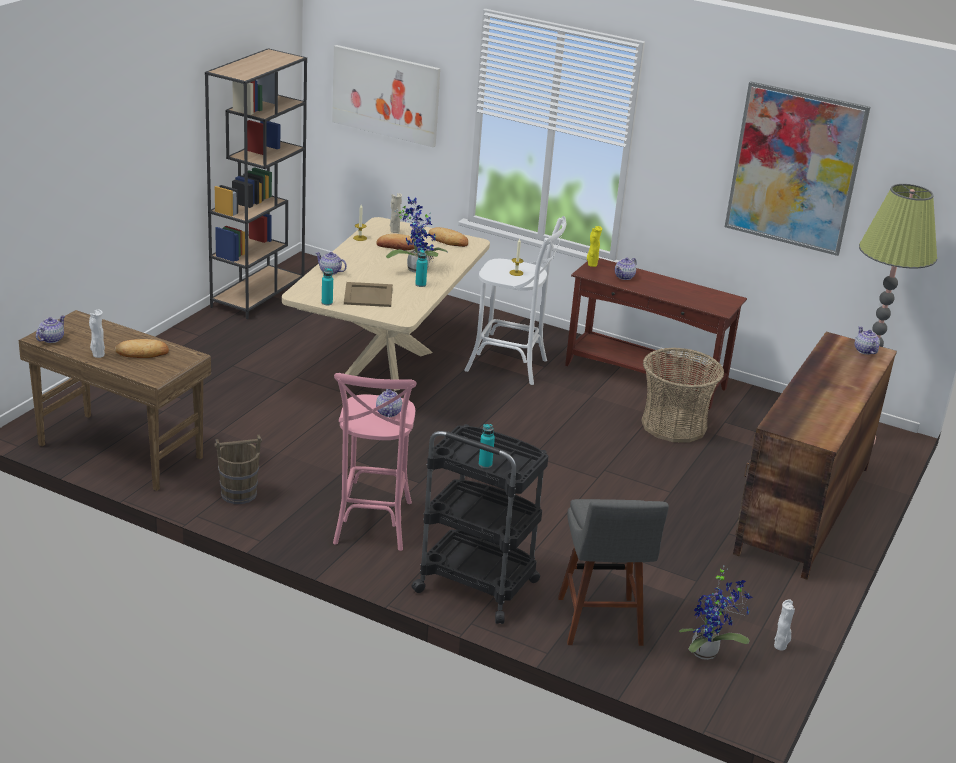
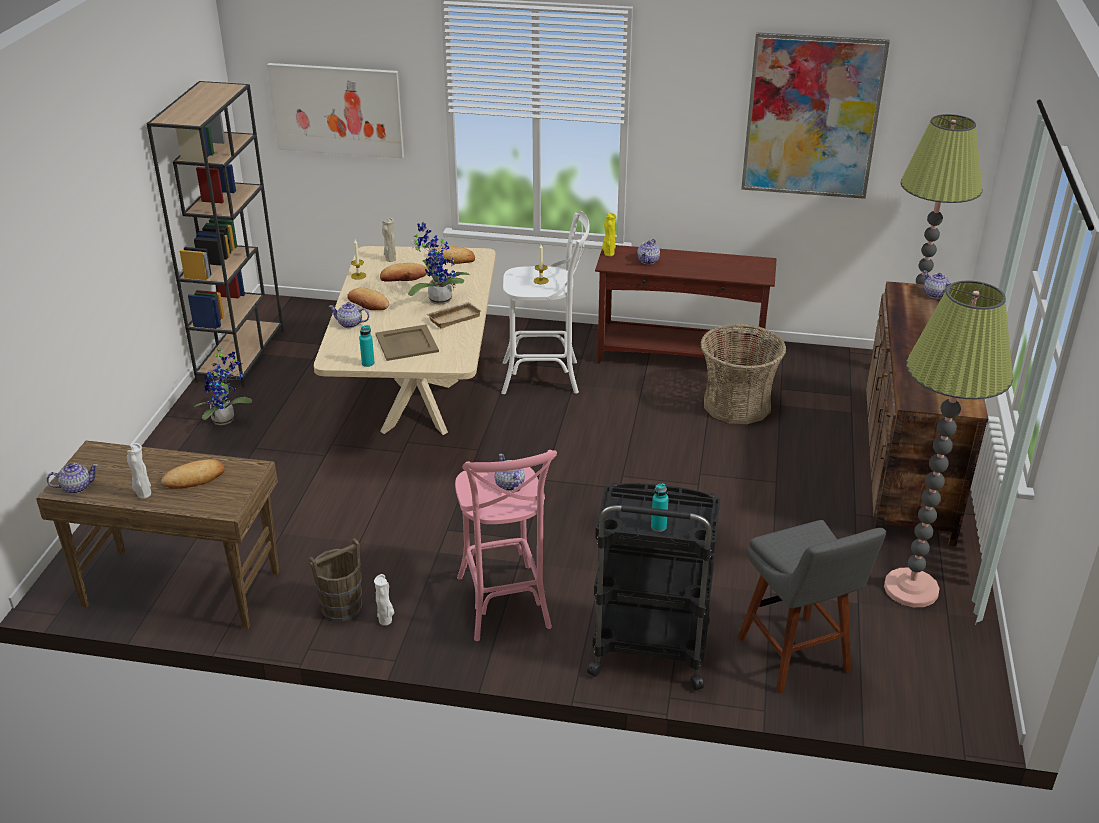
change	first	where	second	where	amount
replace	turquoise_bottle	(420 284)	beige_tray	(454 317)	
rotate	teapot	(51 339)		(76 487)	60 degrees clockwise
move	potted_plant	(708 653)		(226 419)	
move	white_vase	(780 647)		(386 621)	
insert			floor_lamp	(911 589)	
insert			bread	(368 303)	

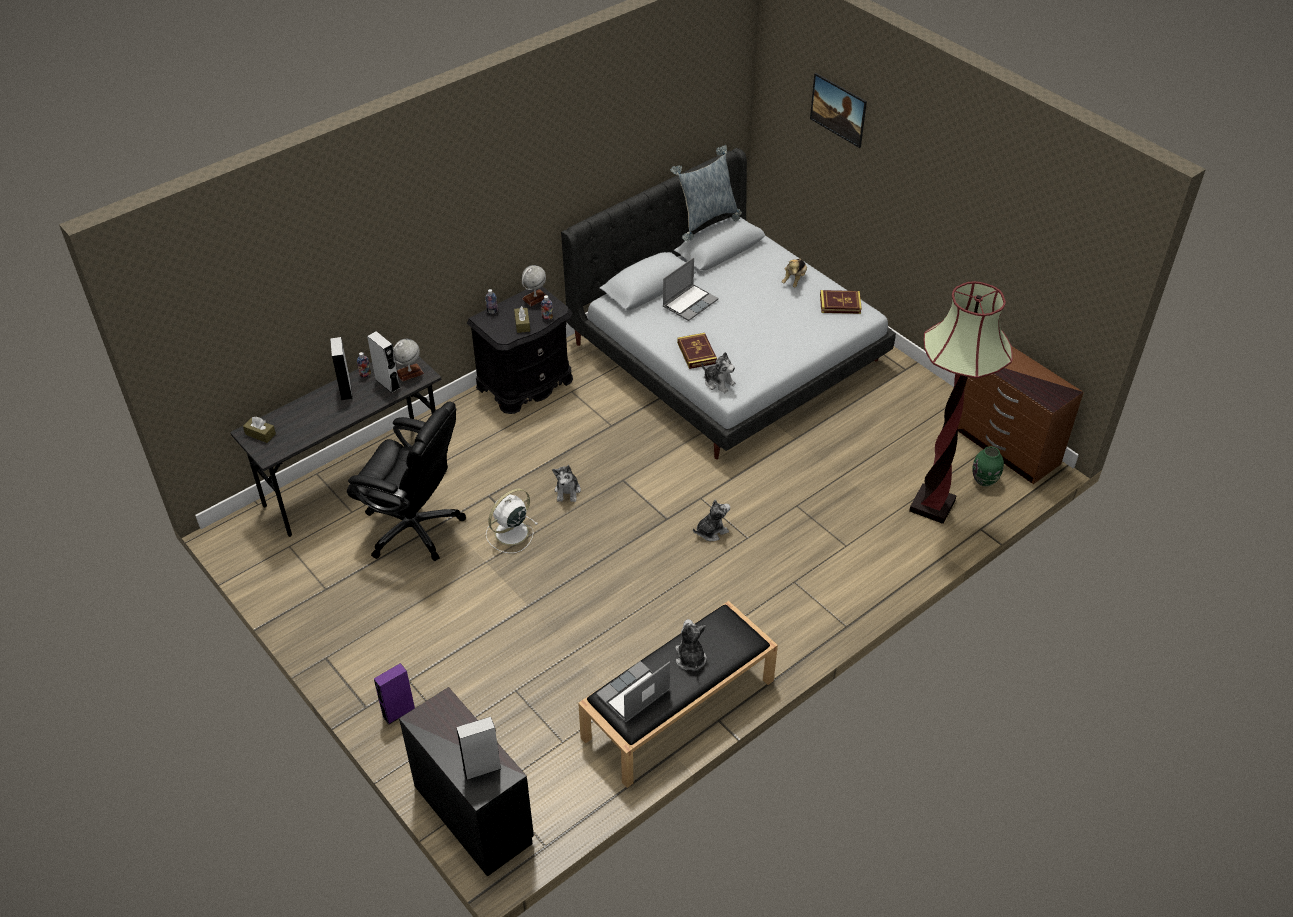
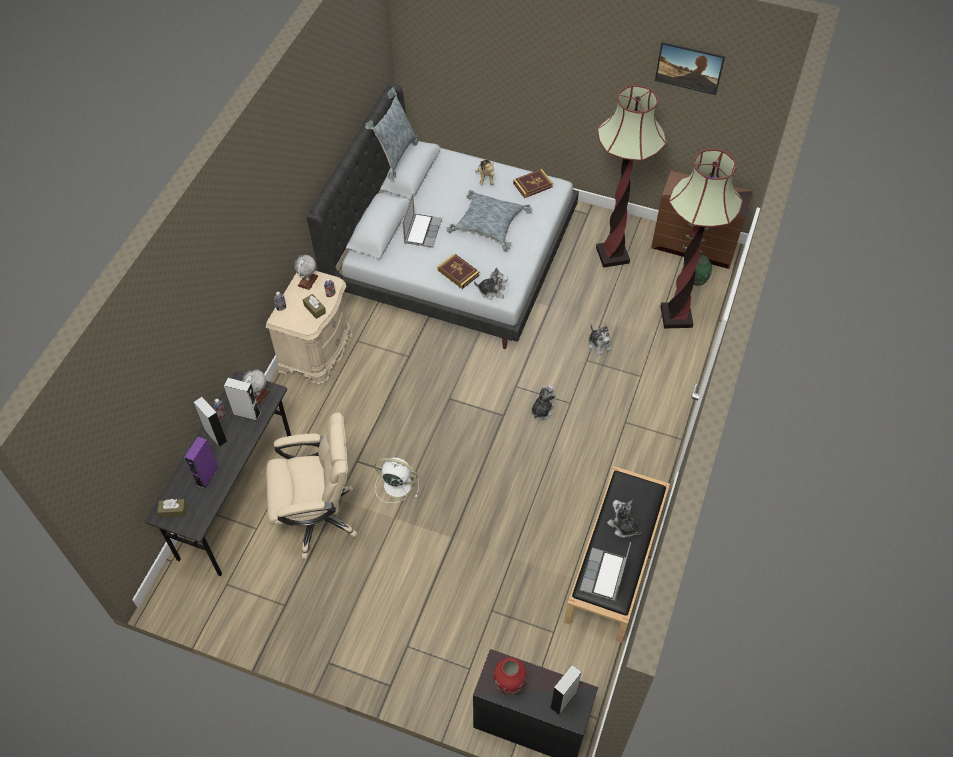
change	first	where	second	where	amount
move	picture	(837 121)		(687 77)	
recolor	black_nightstand	(528 384)	beige_nightstand	(318 350)	
recolor	black_office_chair	(413 527)	beige_office_chair	(316 517)	
move	plush_toy	(567 491)		(599 344)	
rotate	white_fan	(510 533)		(396 485)	90 degrees clockwise
move	purple_speaker	(398 712)		(207 476)	
insert			floor_lamp	(612 255)	
insert			pillow	(489 223)	
insert			red_vase	(509 683)	

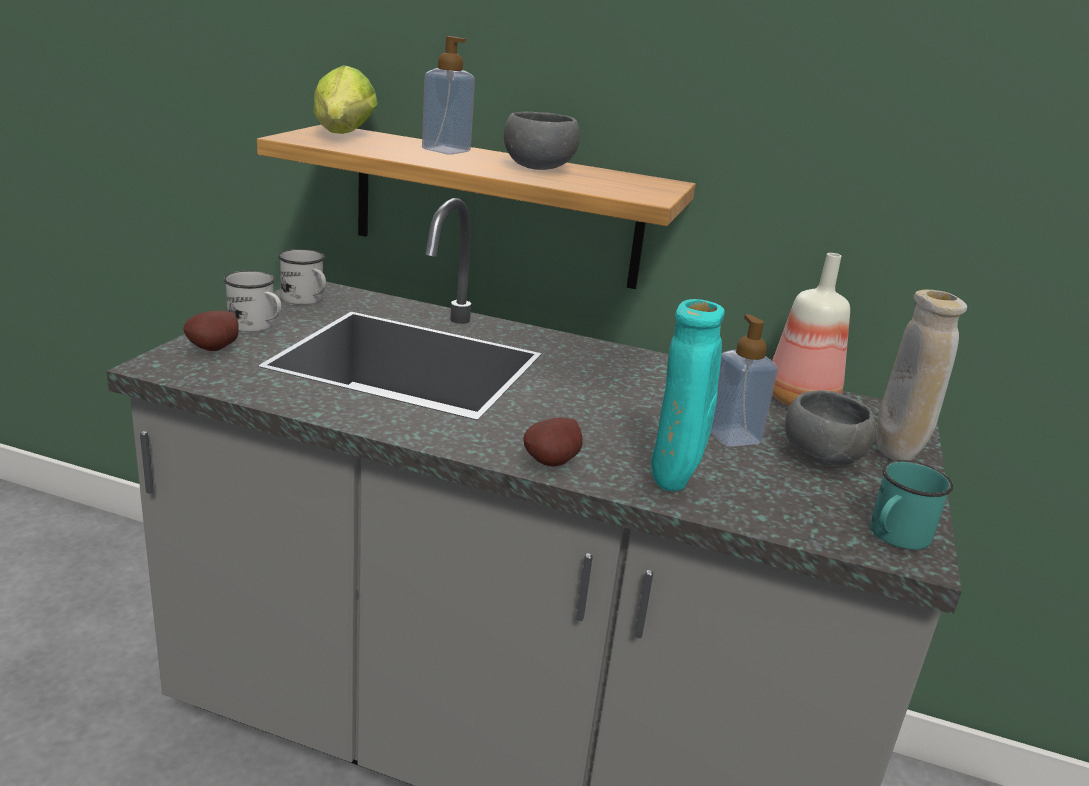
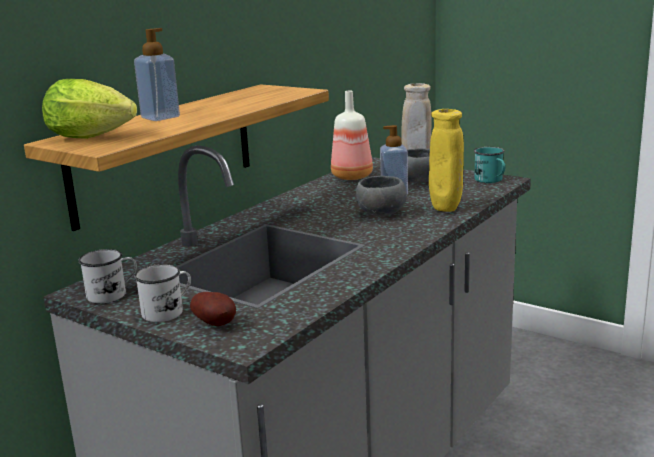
change	first	where	second	where	amount
move	grey_bowl	(539 167)		(380 213)	
recolor	turquoise_vase	(673 484)	yellow_vase	(446 209)	
delete	potato	(554 463)			

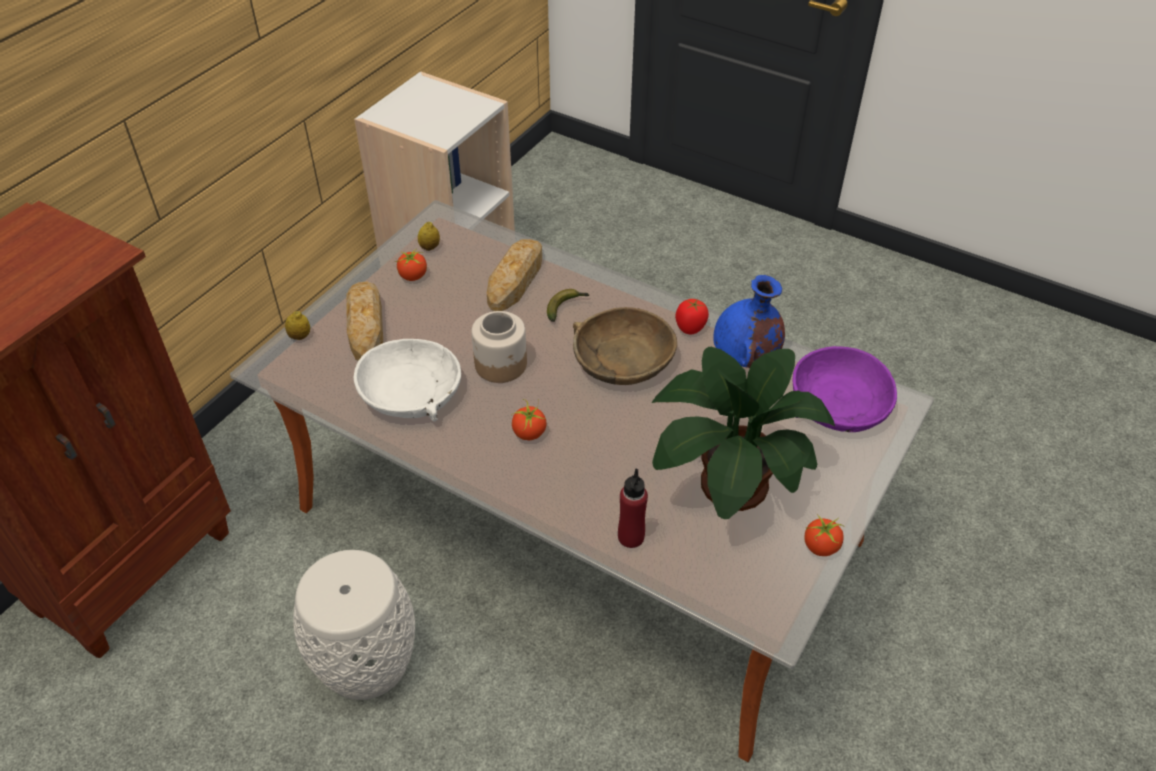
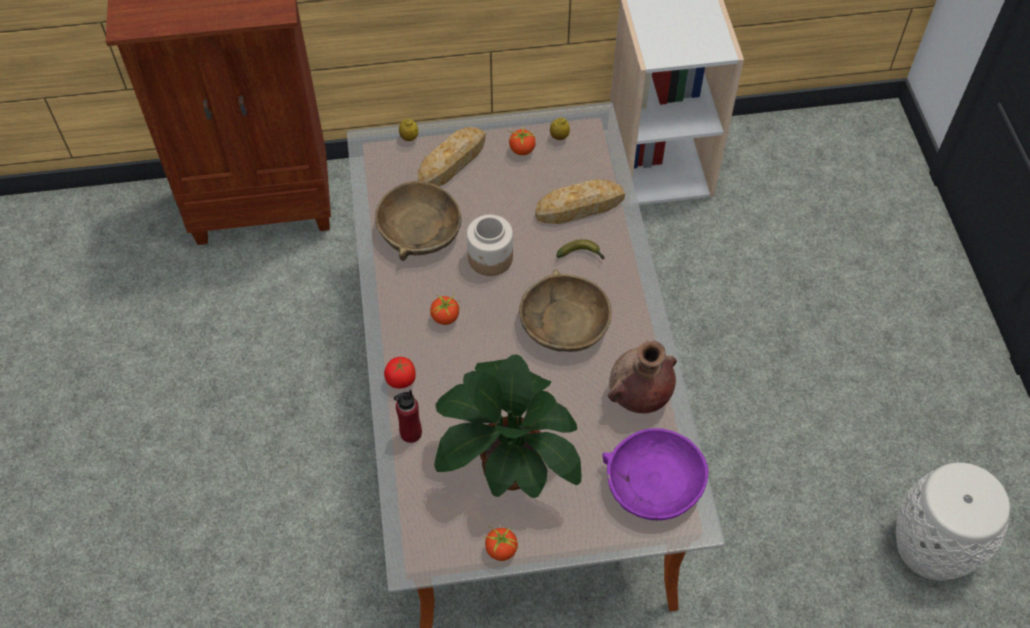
change	first	where	second	where	amount
recolor	blue_vase	(745 360)	brown_vase	(639 396)	
move	tomato	(690 328)		(401 380)	
recolor	white_bowl	(411 392)	brown_bowl	(419 229)	
move	white_stool	(366 661)		(932 547)	

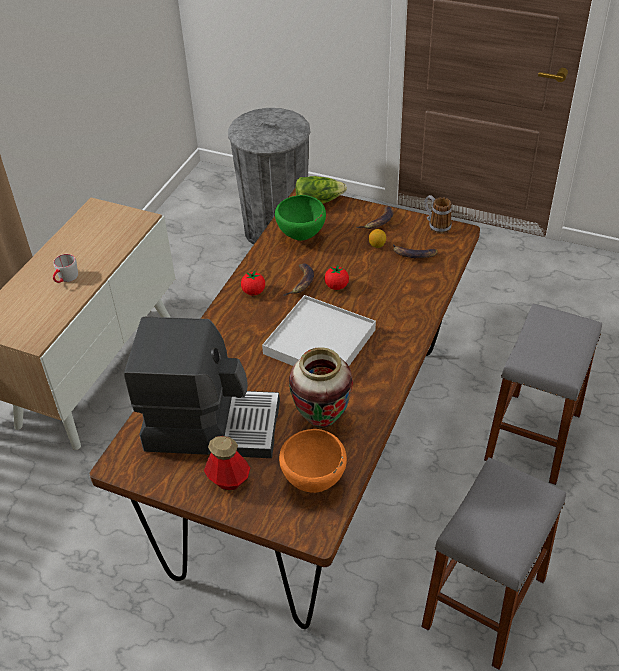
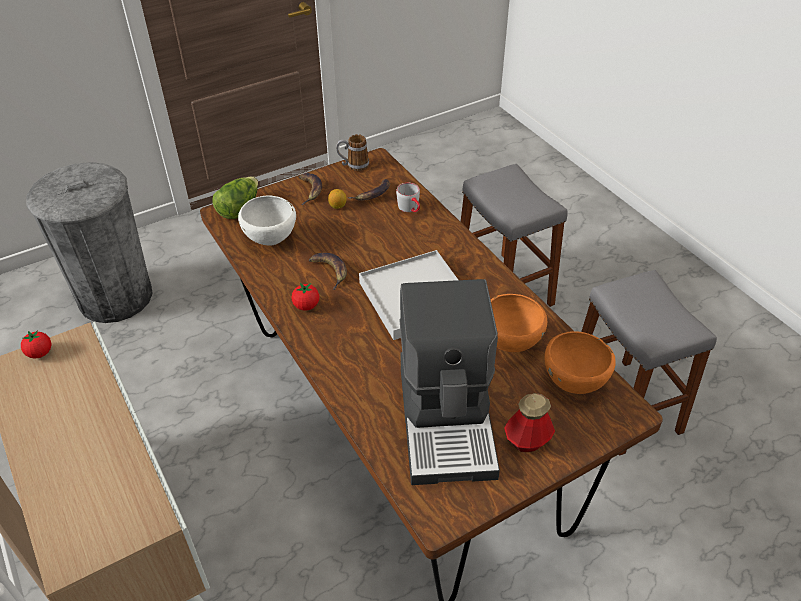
change	first	where	second	where	amount
recolor	green_bowl	(302 237)	white_bowl	(271 240)	
move	grey_mug	(66 279)		(410 209)	
move	tomato	(336 286)		(40 353)	
rotate	coffee_machine	(211 424)		(448 419)	135 degrees clockwise
replace	vase	(322 420)	orange_bowl	(509 344)	

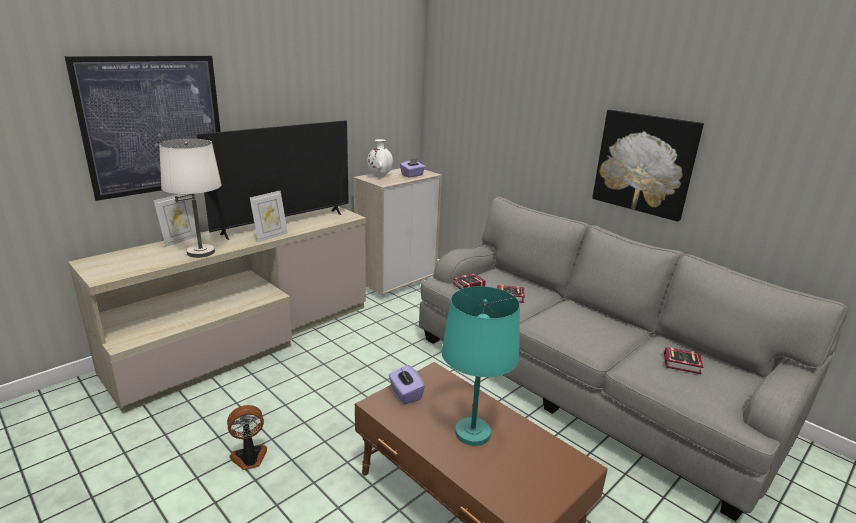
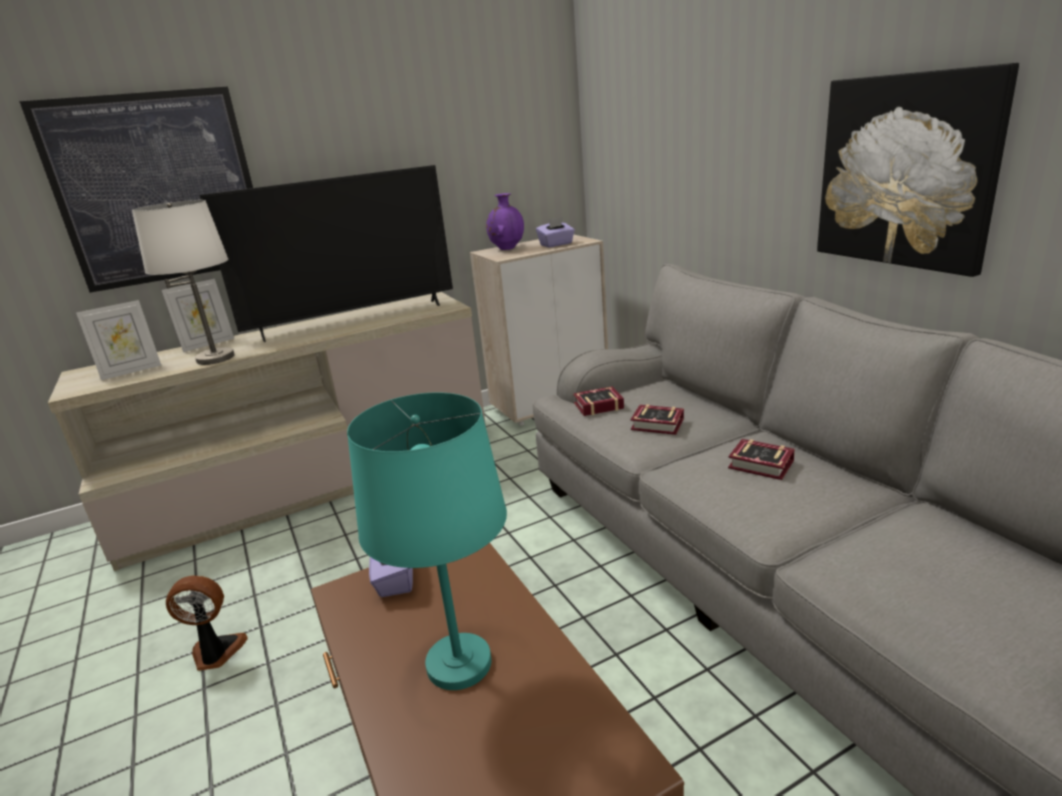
change	first	where	second	where	amount
recolor	white_vase	(379 176)	purple_vase	(507 249)	
move	picture_frame	(271 237)		(131 371)	
move	book	(683 365)		(763 466)	

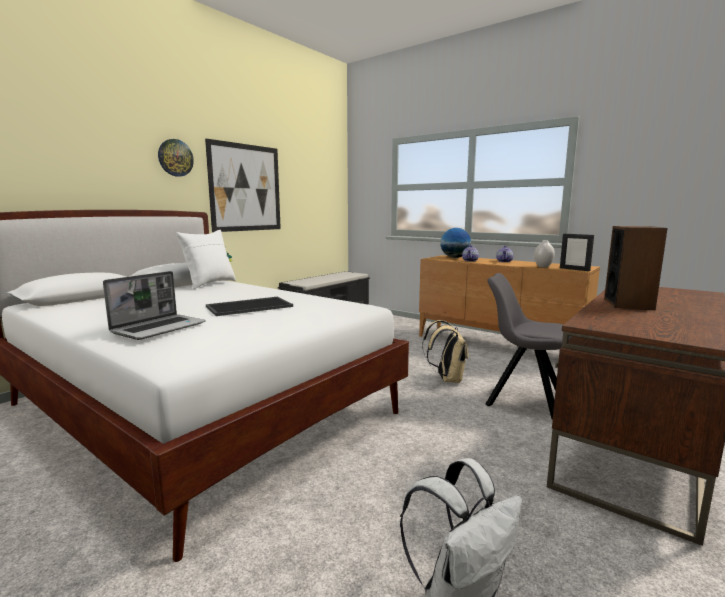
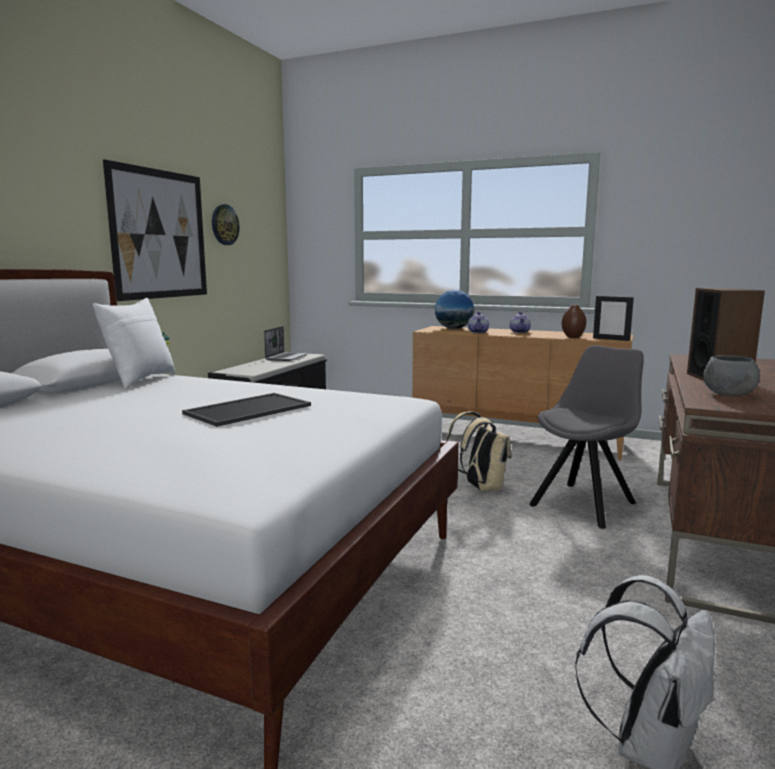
change	first	where	second	where	amount
move	wall_clock	(175 158)		(224 224)	
recolor	white_vase	(543 267)	brown_vase	(572 337)	
move	laptop	(159 328)		(286 357)	
rotate	grey_chair	(524 401)		(584 504)	120 degrees clockwise
insert			grey_bowl	(727 394)	

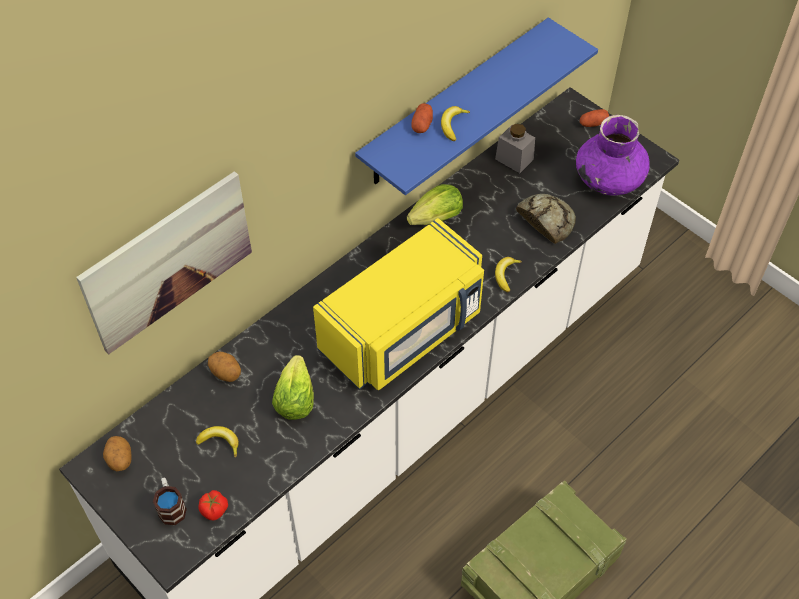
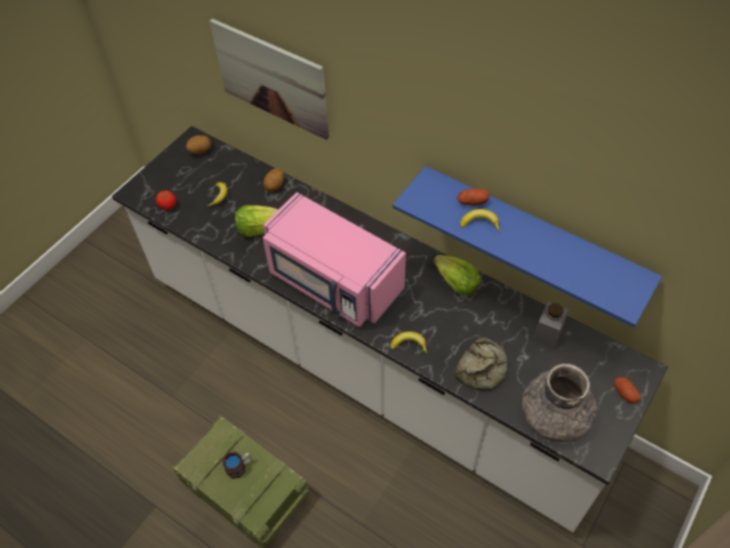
change	first	where	second	where	amount
recolor	purple_vase	(609 178)	grey_vase	(554 415)	
recolor	yellow_microwave	(404 331)	pink_microwave	(333 282)	
move	mug	(171 506)		(240 467)	

